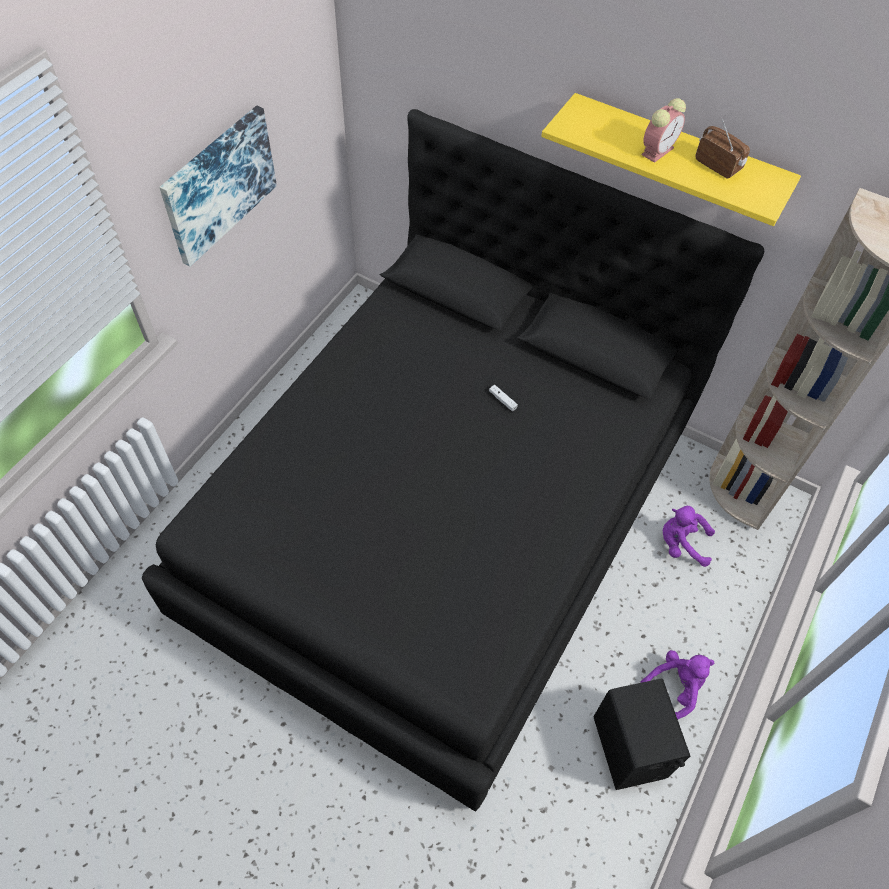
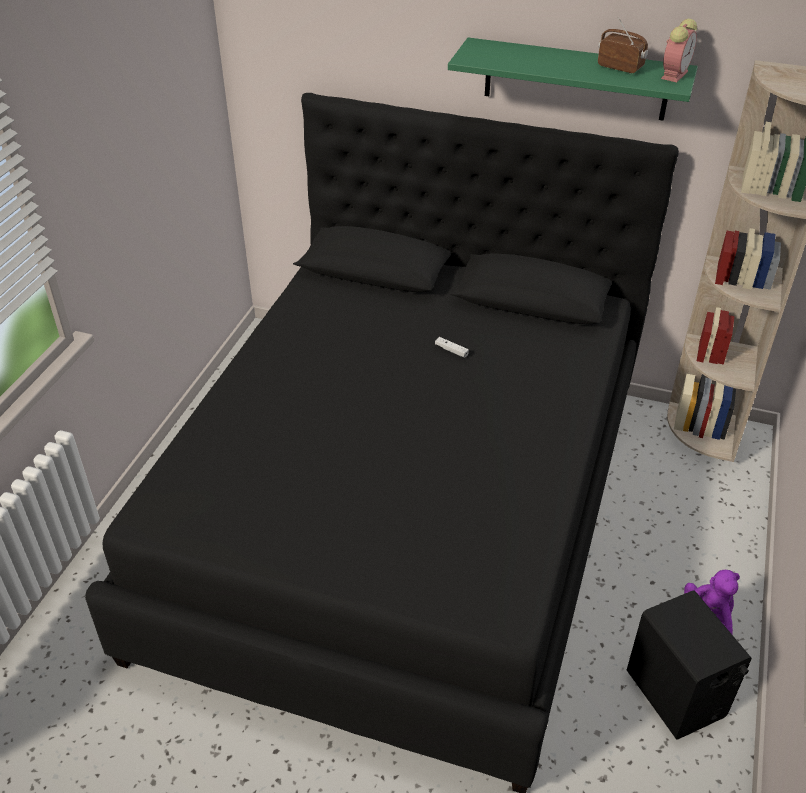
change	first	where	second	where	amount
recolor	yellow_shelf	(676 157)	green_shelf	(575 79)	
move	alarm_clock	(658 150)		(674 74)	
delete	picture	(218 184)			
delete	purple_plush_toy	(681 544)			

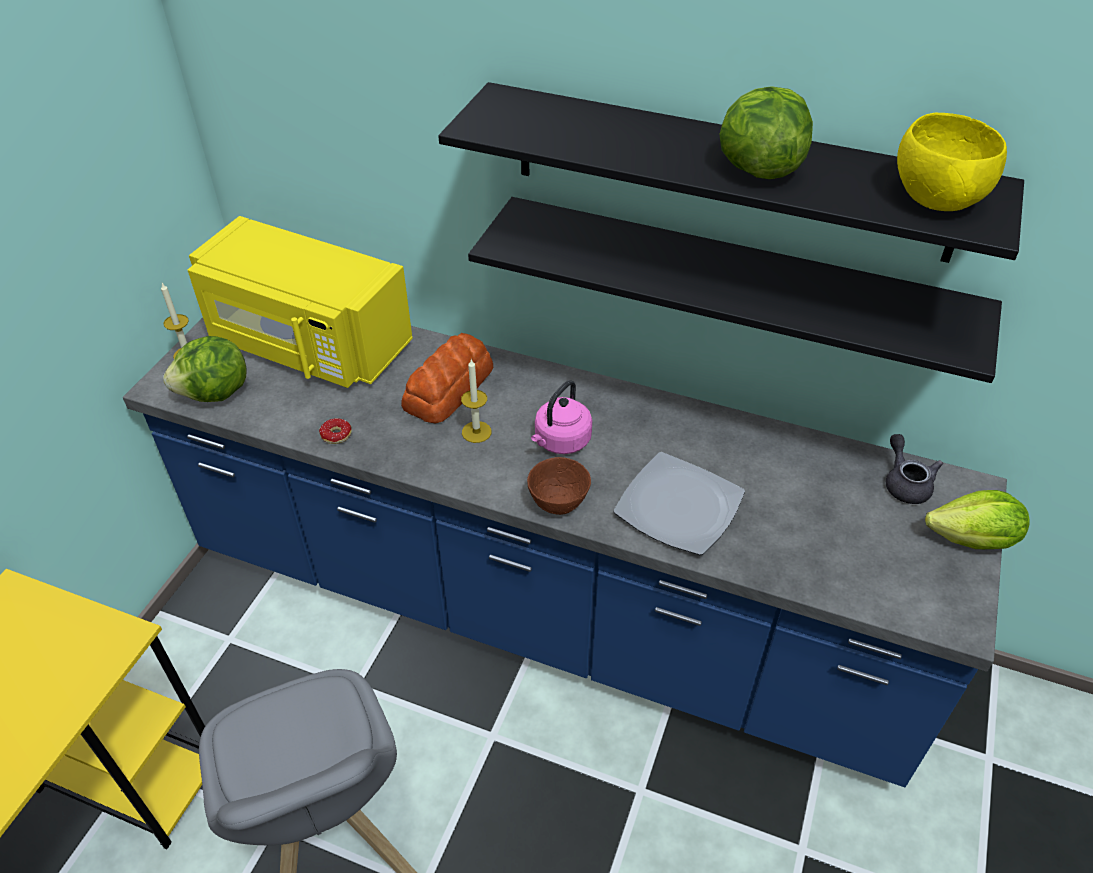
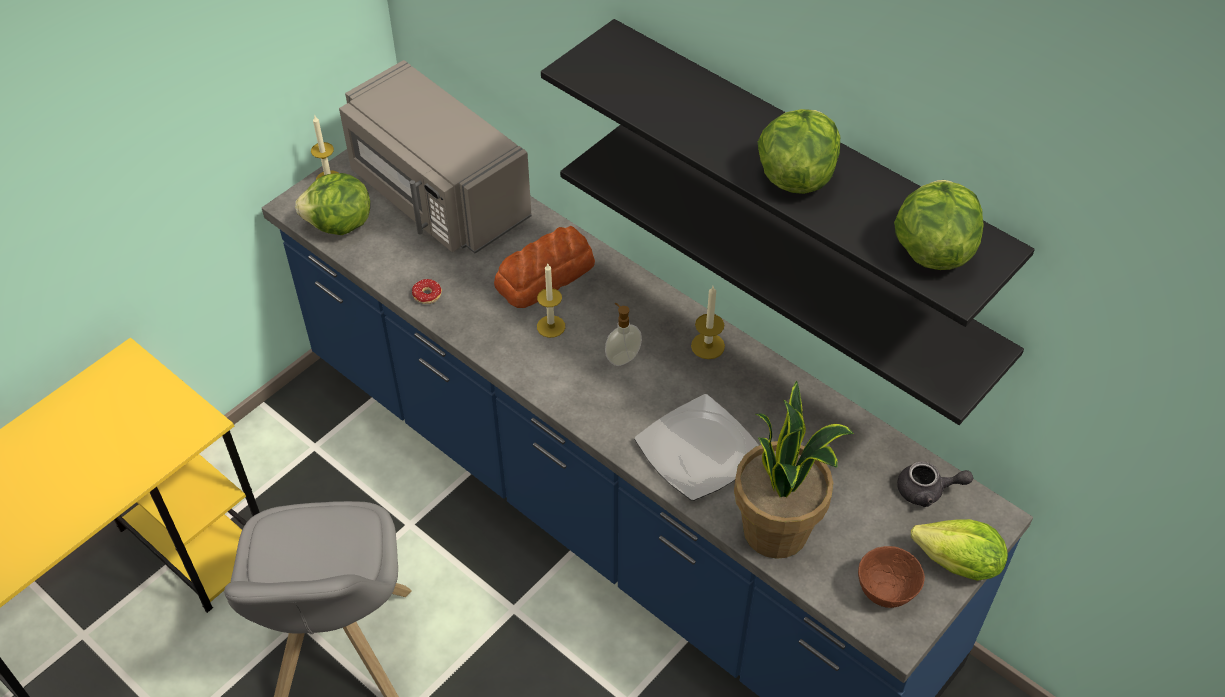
change	first	where	second	where	amount
replace	yellow_bowl	(935 200)	lettuce	(931 250)	
recolor	yellow_microwave	(308 344)	grey_microwave	(437 196)	
replace	pink_kettle	(560 442)	soap_dispenser	(622 357)	
rotate	grey_teapot	(905 483)		(927 491)	90 degrees clockwise
move	brown_bowl	(557 503)		(884 591)	
insert			candle	(707 346)	
insert			potted_plant	(777 531)	

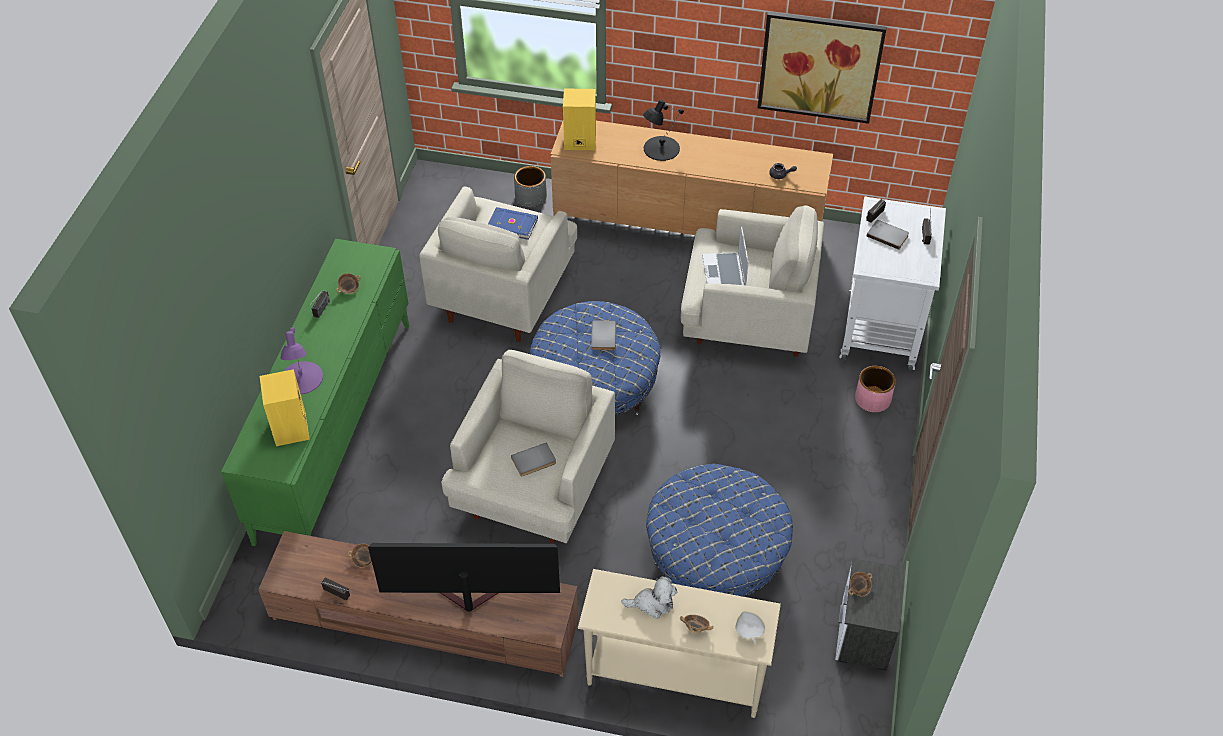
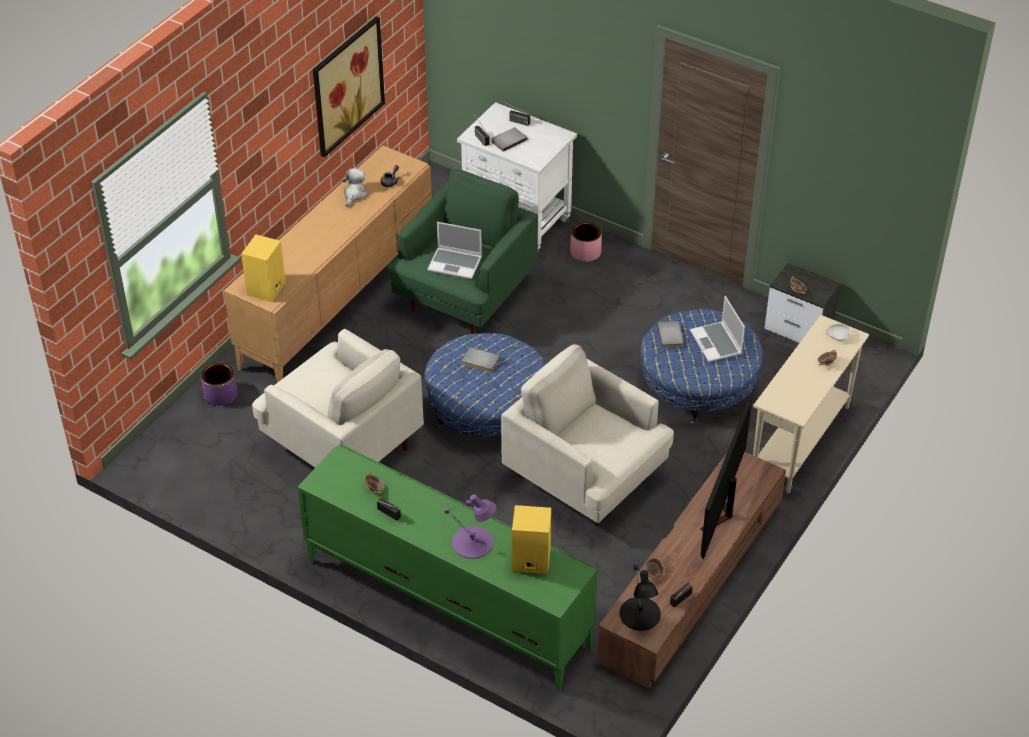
change	first	where	second	where	amount
move	black_table_lamp	(661 148)		(639 614)	
recolor	grey_planter	(531 197)	purple_planter	(220 394)	
recolor	beige_armchair	(746 321)	green_armchair	(464 297)	
delete	blue_book	(512 224)			
move	grey_book	(534 461)		(671 335)	
move	plush_toy	(652 603)		(354 194)	
insert			laptop	(717 343)	

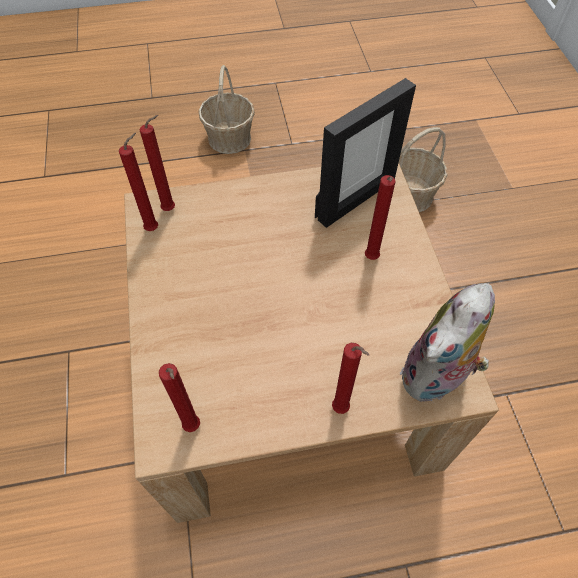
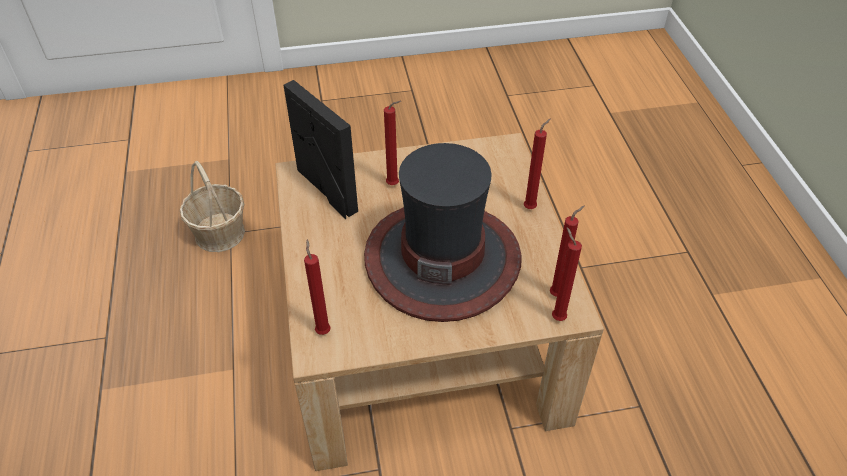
change	first	where	second	where	amount
delete	basket	(230 138)			
move	red_candle	(154 228)		(557 316)	
delete	plush_toy	(435 378)			
insert			hat	(442 259)	

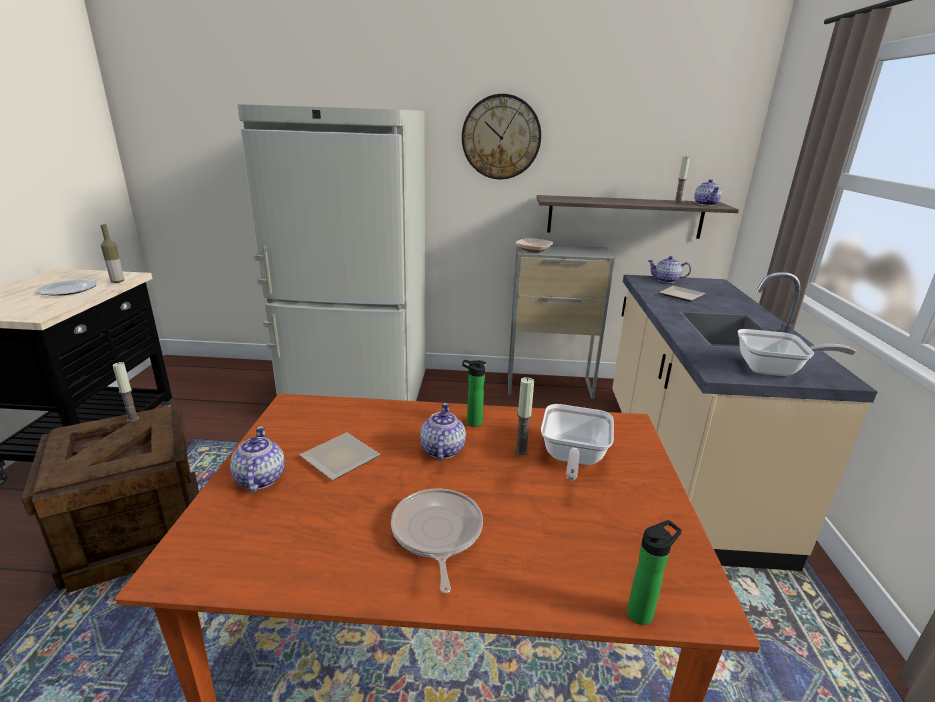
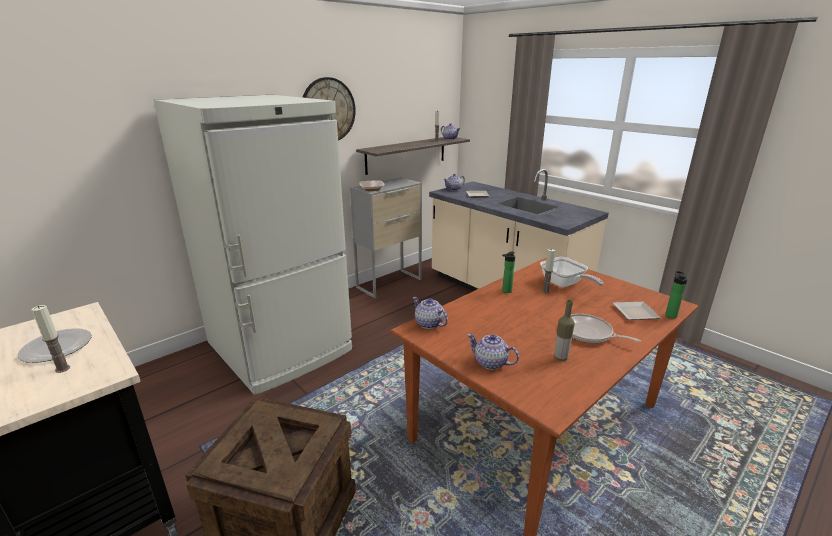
change	first	where	second	where	amount
move	bottle	(117 281)		(560 357)	
delete	frying_pan	(775 370)			
move	candle	(133 419)		(62 369)	
move	teapot	(442 450)		(429 324)	
move	plate	(343 459)		(636 312)	

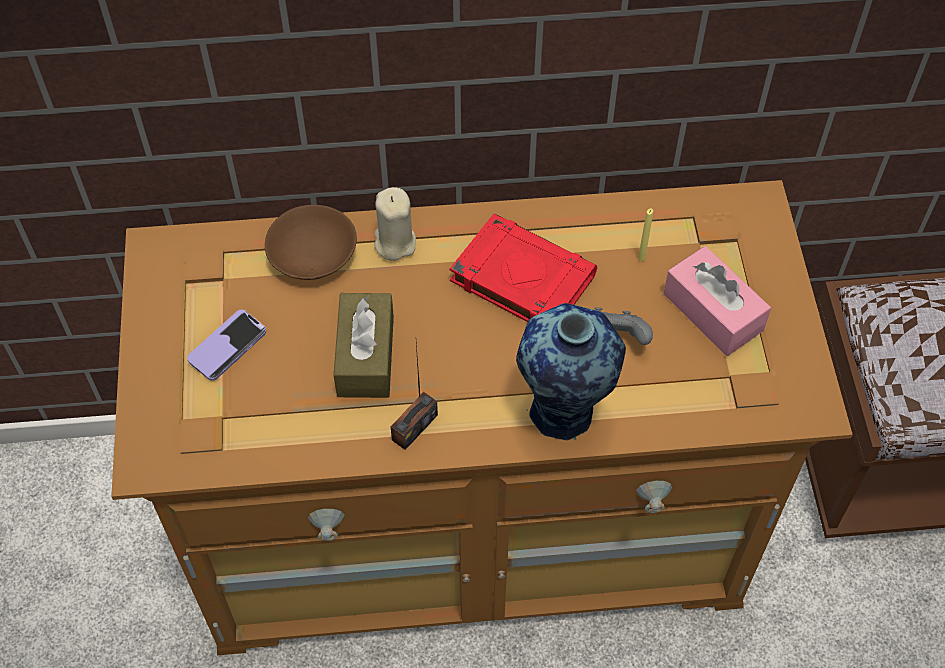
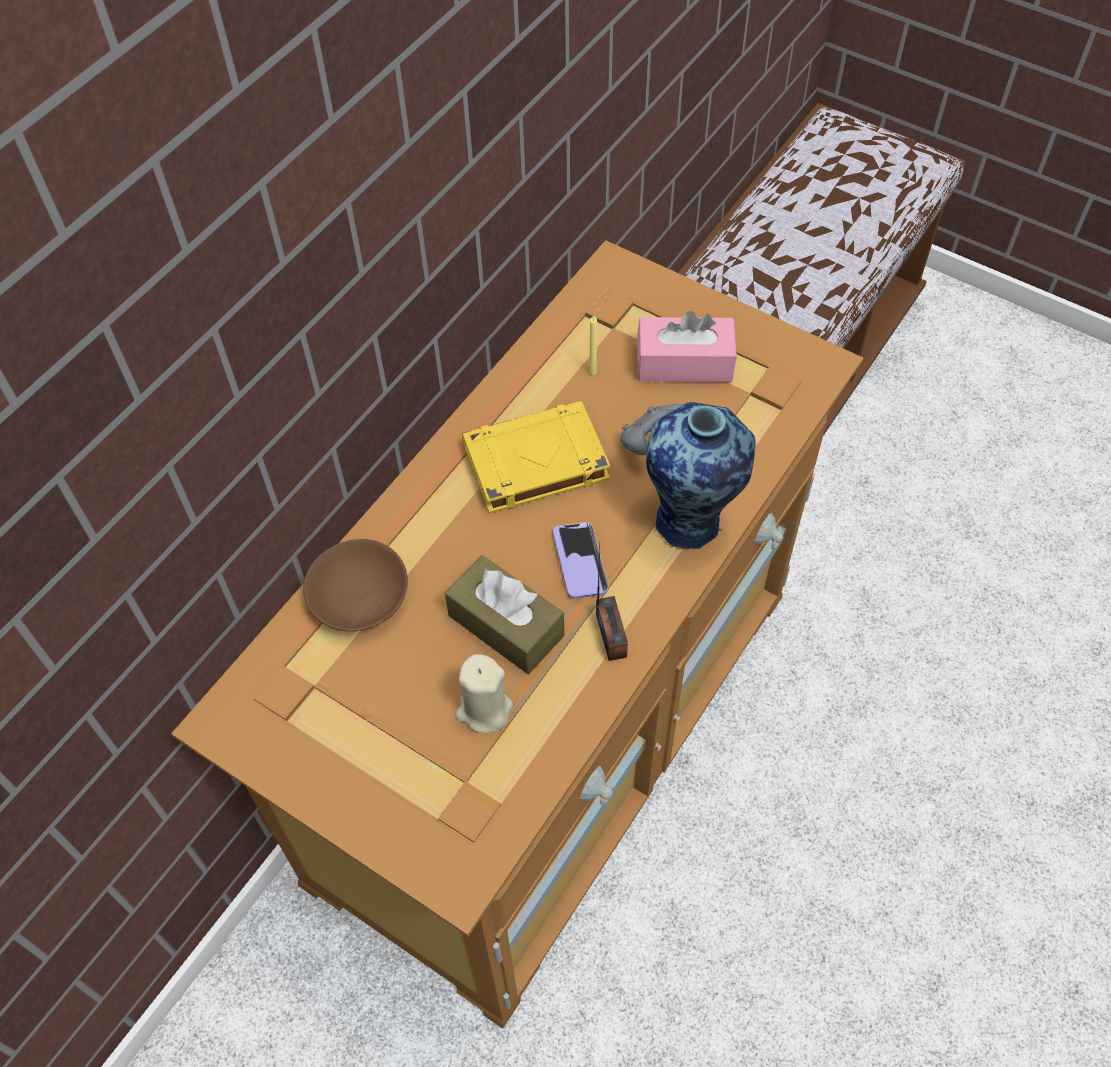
change	first	where	second	where	amount
move	beige_candle	(394 243)		(484 710)	
recolor	red_book	(521 278)	yellow_book	(534 463)	
move	phone	(227 346)		(580 561)	

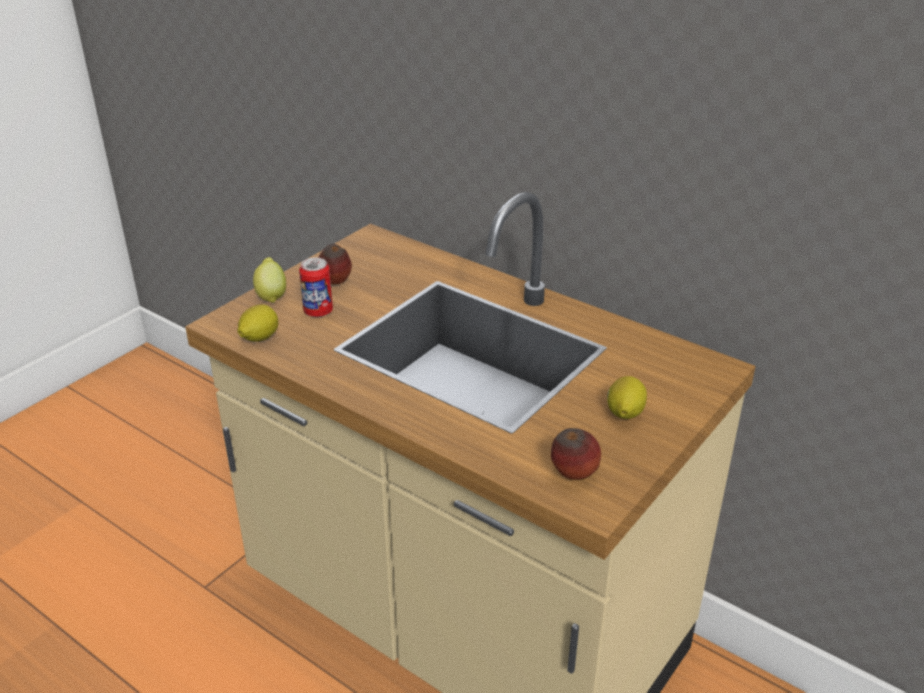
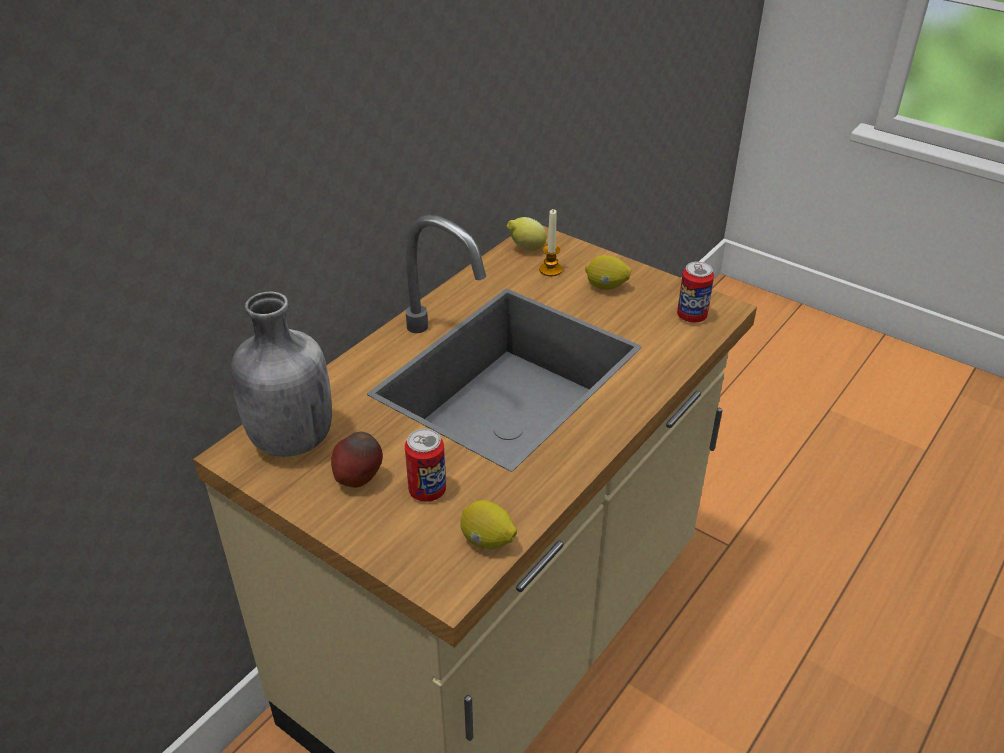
change	first	where	second	where	amount
move	lemon	(271 295)		(526 249)	
replace	apple	(573 476)	can	(691 316)	
insert			candle	(550 270)	
insert			grey_bottle	(290 439)	

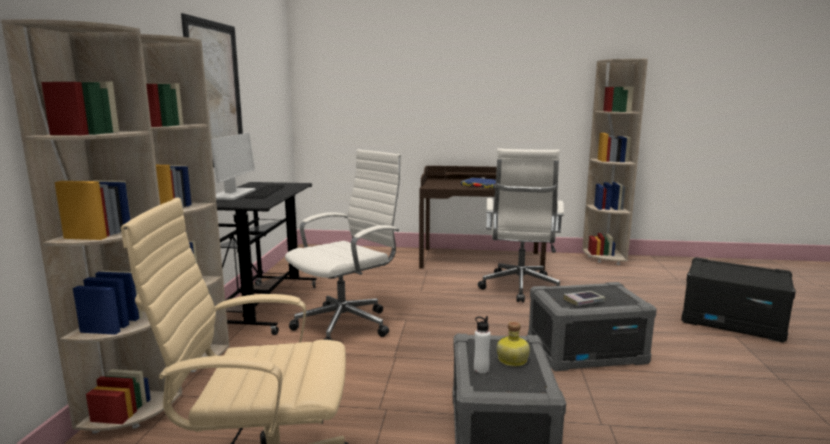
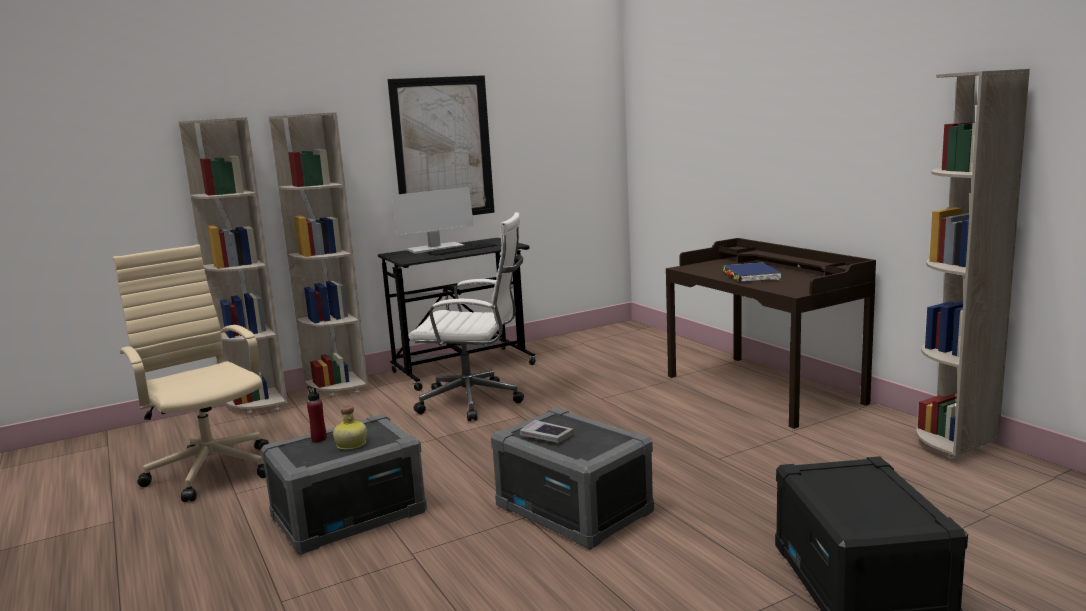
change	first	where	second	where	amount
delete	white_office_chair	(520 288)			
recolor	white_bottle	(481 369)	red_bottle	(319 439)	

